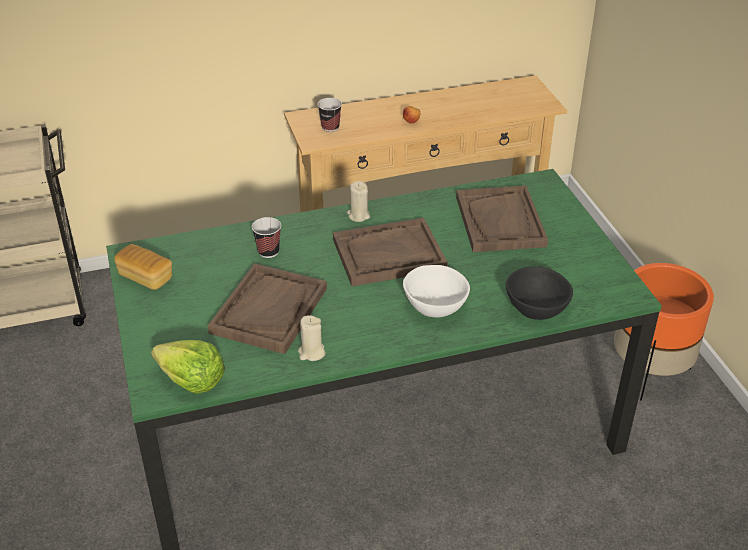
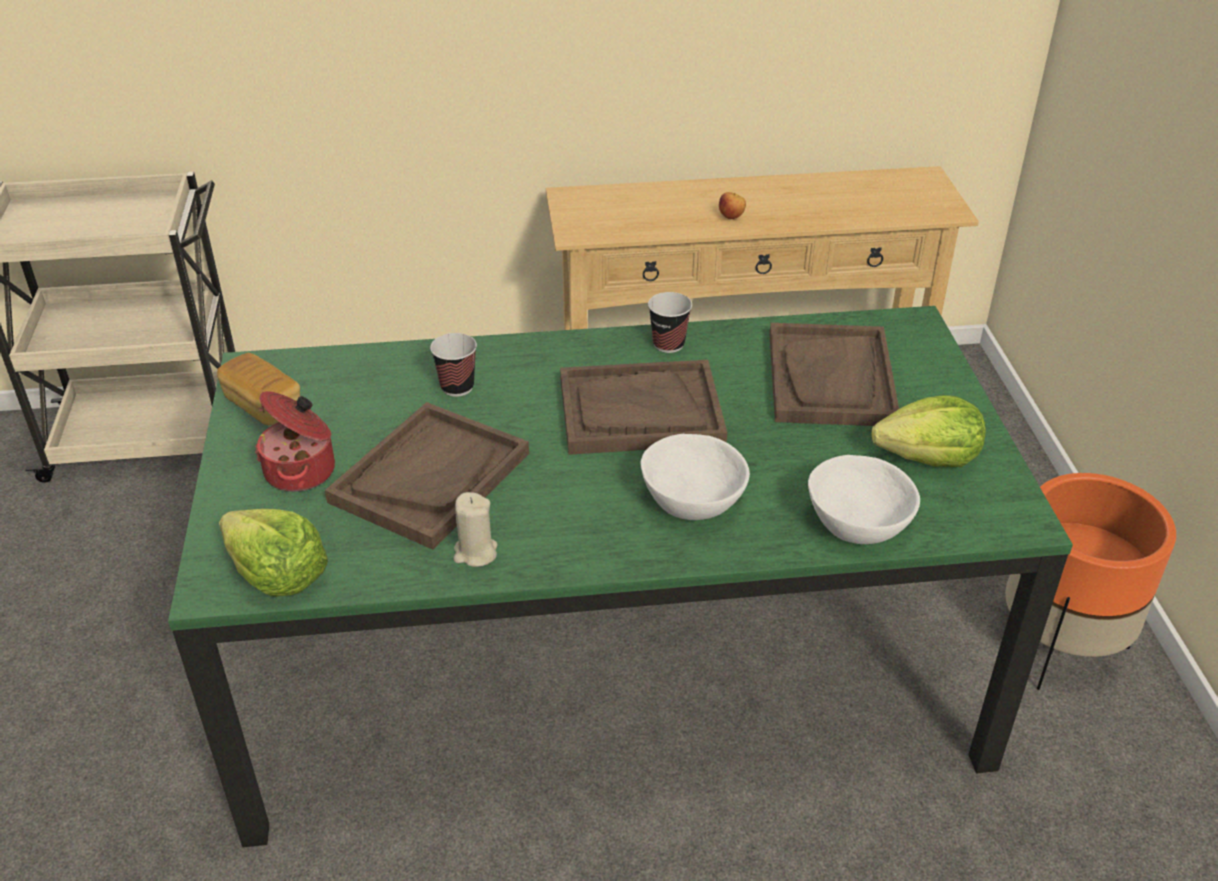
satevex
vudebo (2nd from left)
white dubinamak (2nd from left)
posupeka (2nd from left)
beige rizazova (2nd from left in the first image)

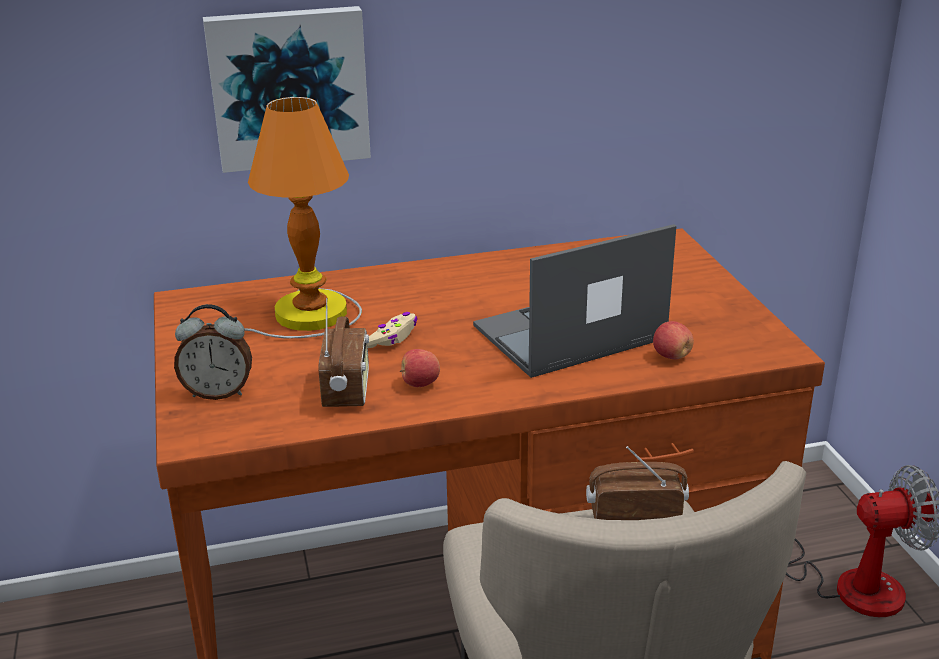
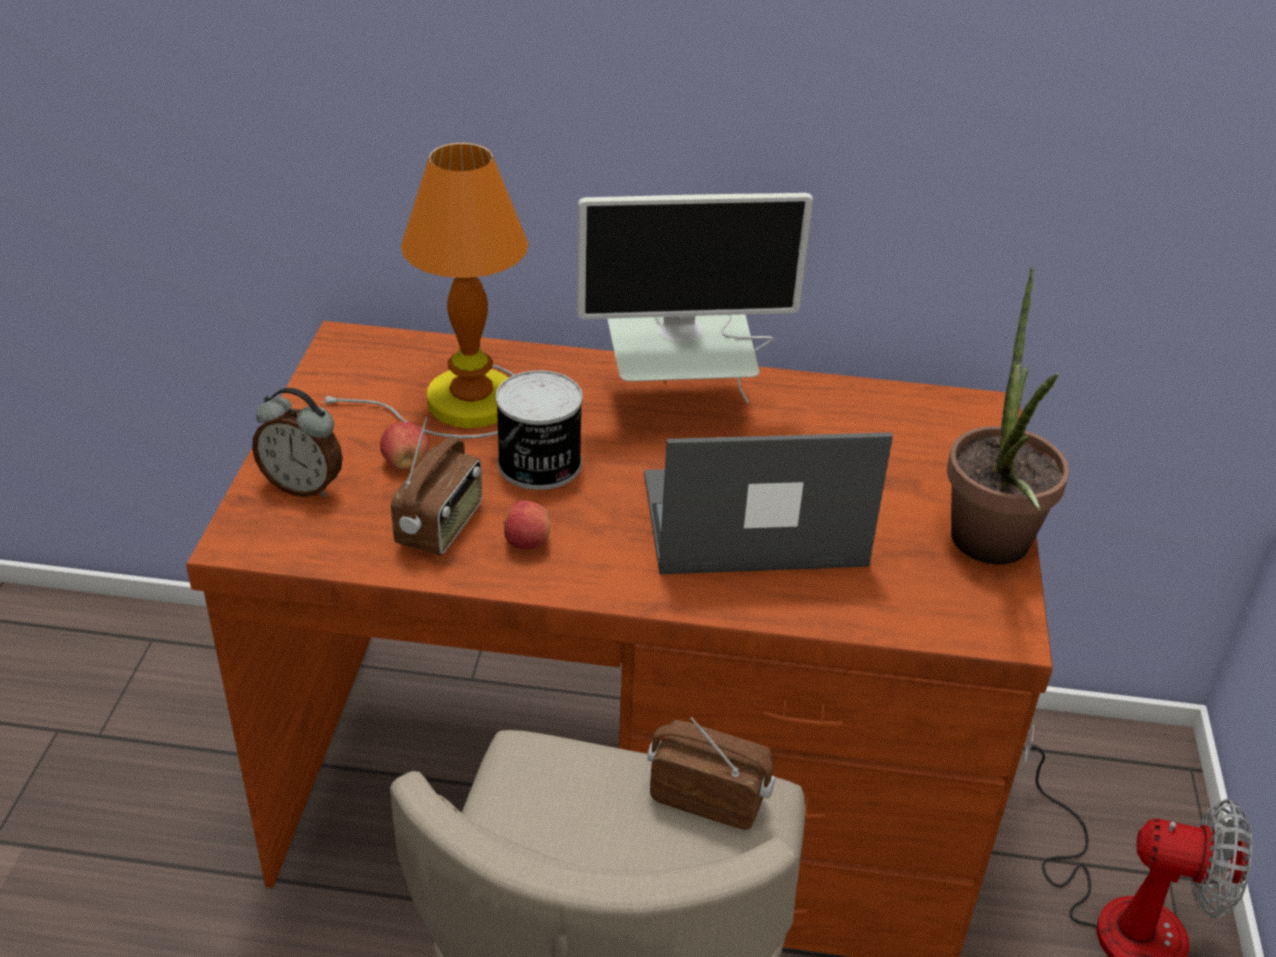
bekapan (1st from left)
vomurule
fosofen
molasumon
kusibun

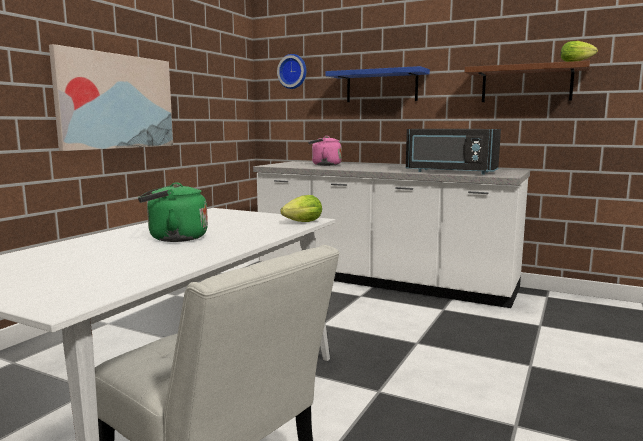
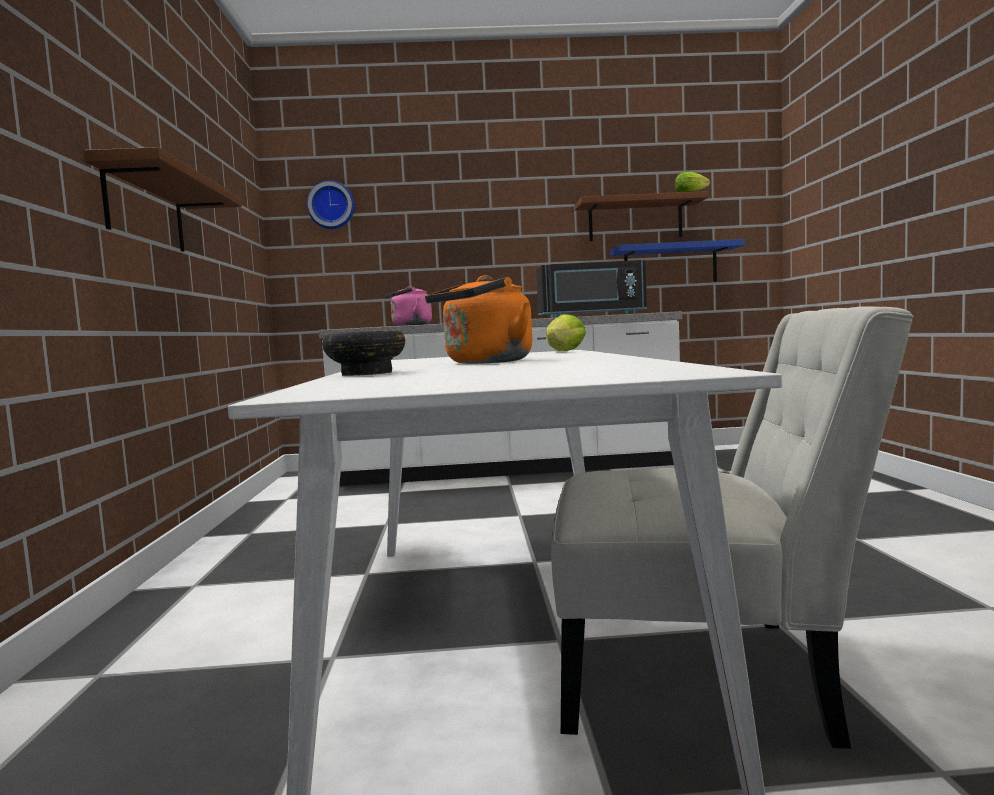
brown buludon (1st from left)
dubinamak
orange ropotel
blue buludon

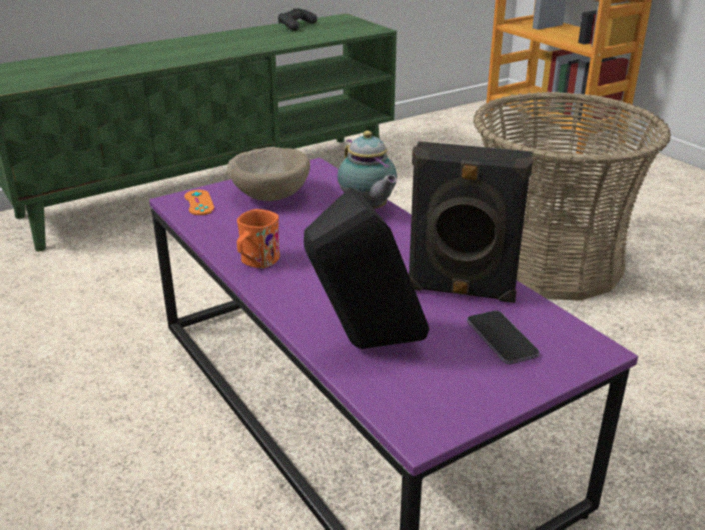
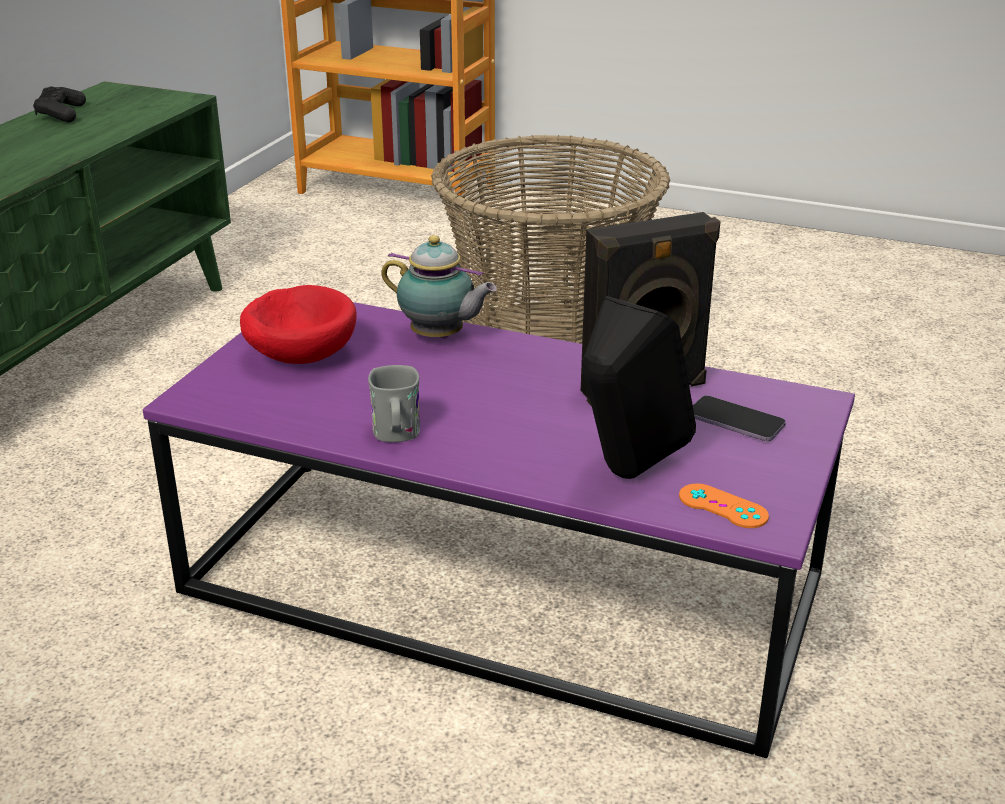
red dubinamak
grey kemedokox
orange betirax

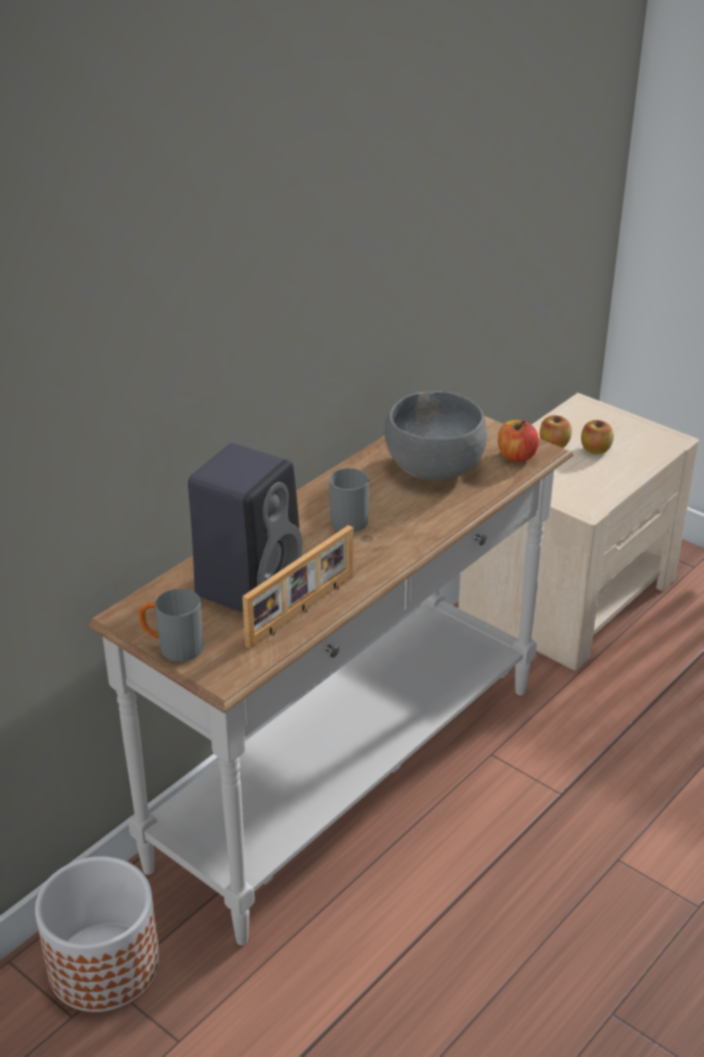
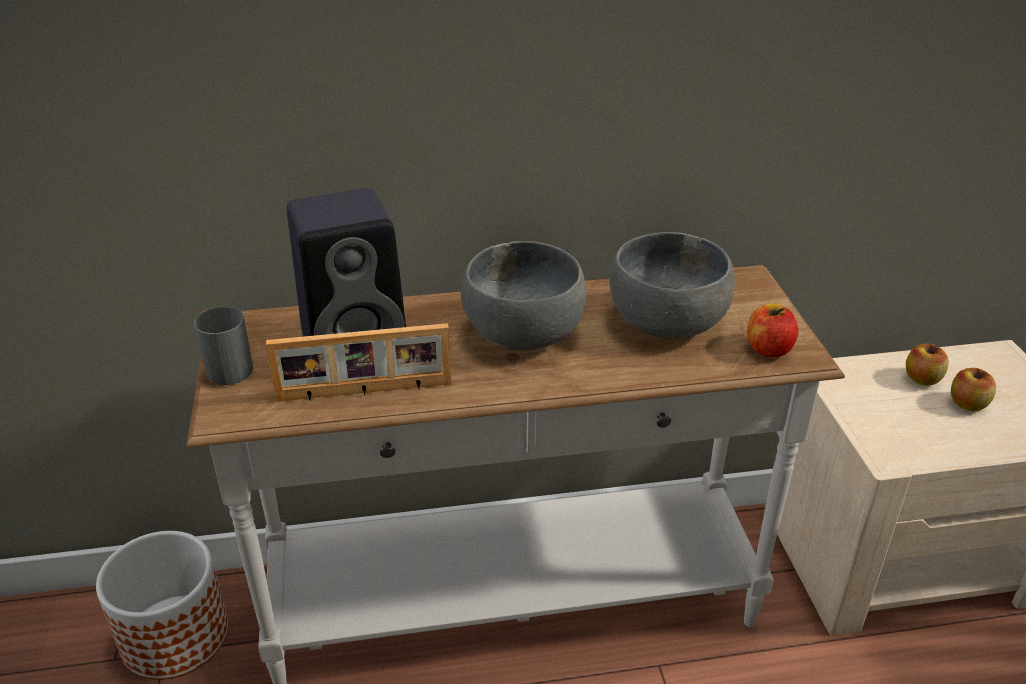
grey dubinamak (1st from left)

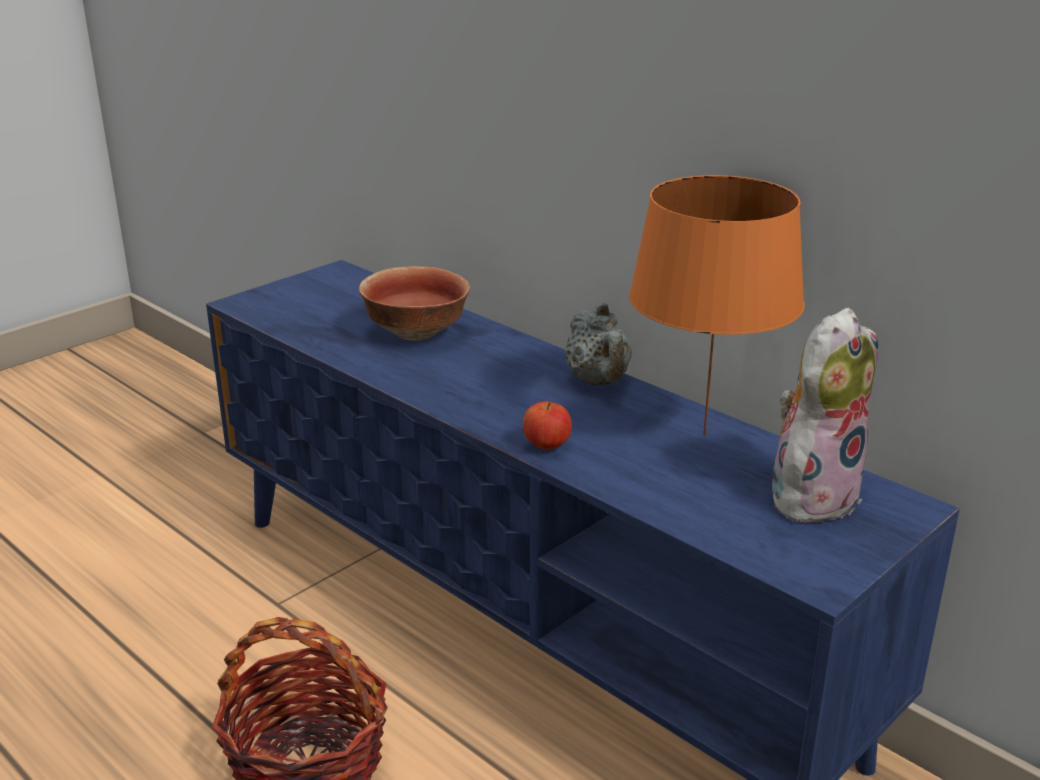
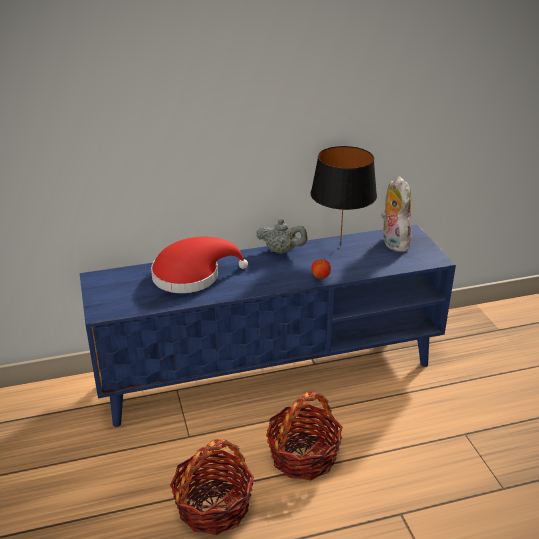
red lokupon
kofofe (1st from left)
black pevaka

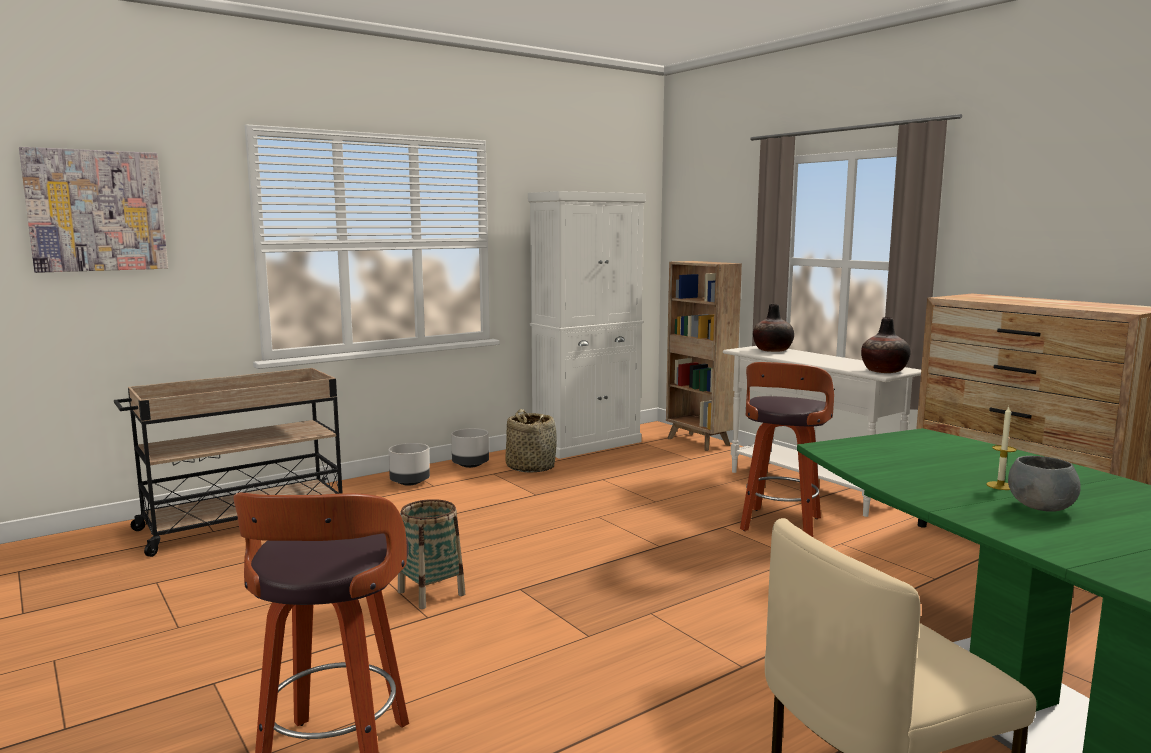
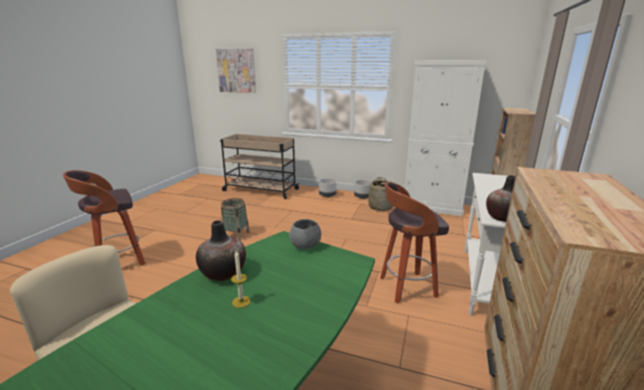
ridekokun (1st from left)
grey dubinamak

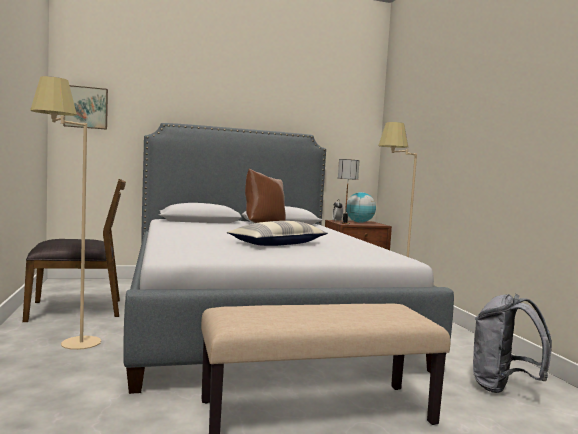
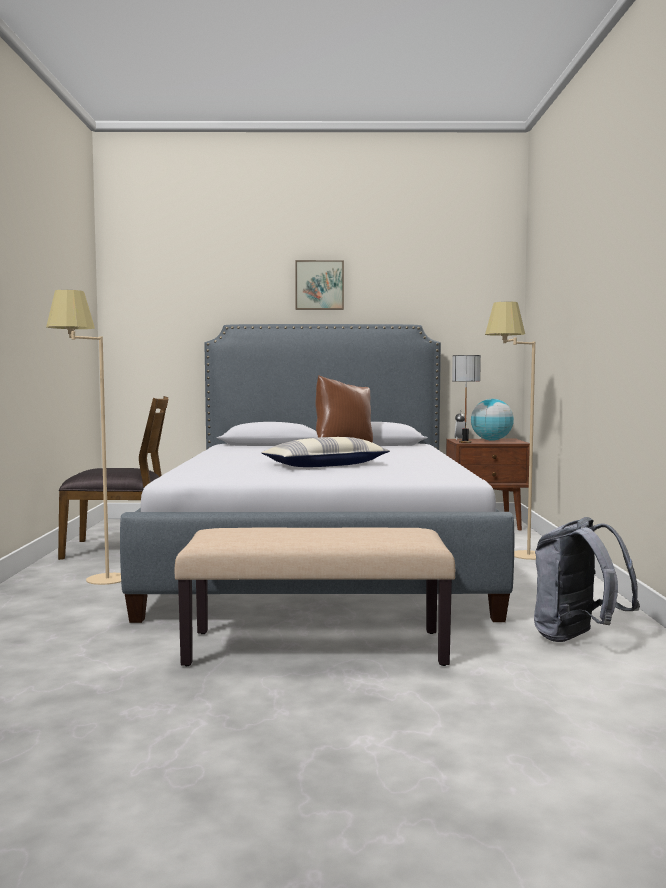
kusibun

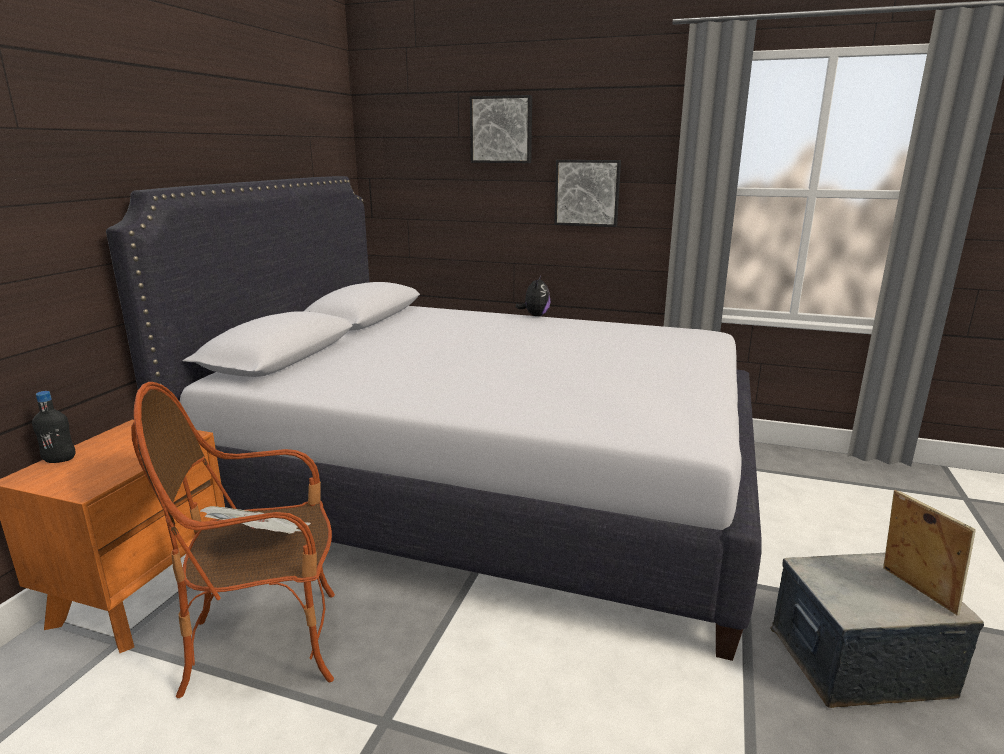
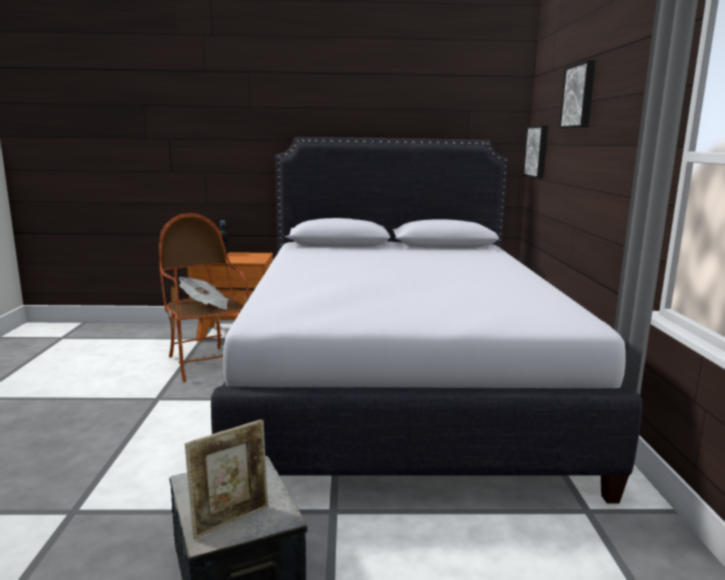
kusibun (1st from left)
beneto

